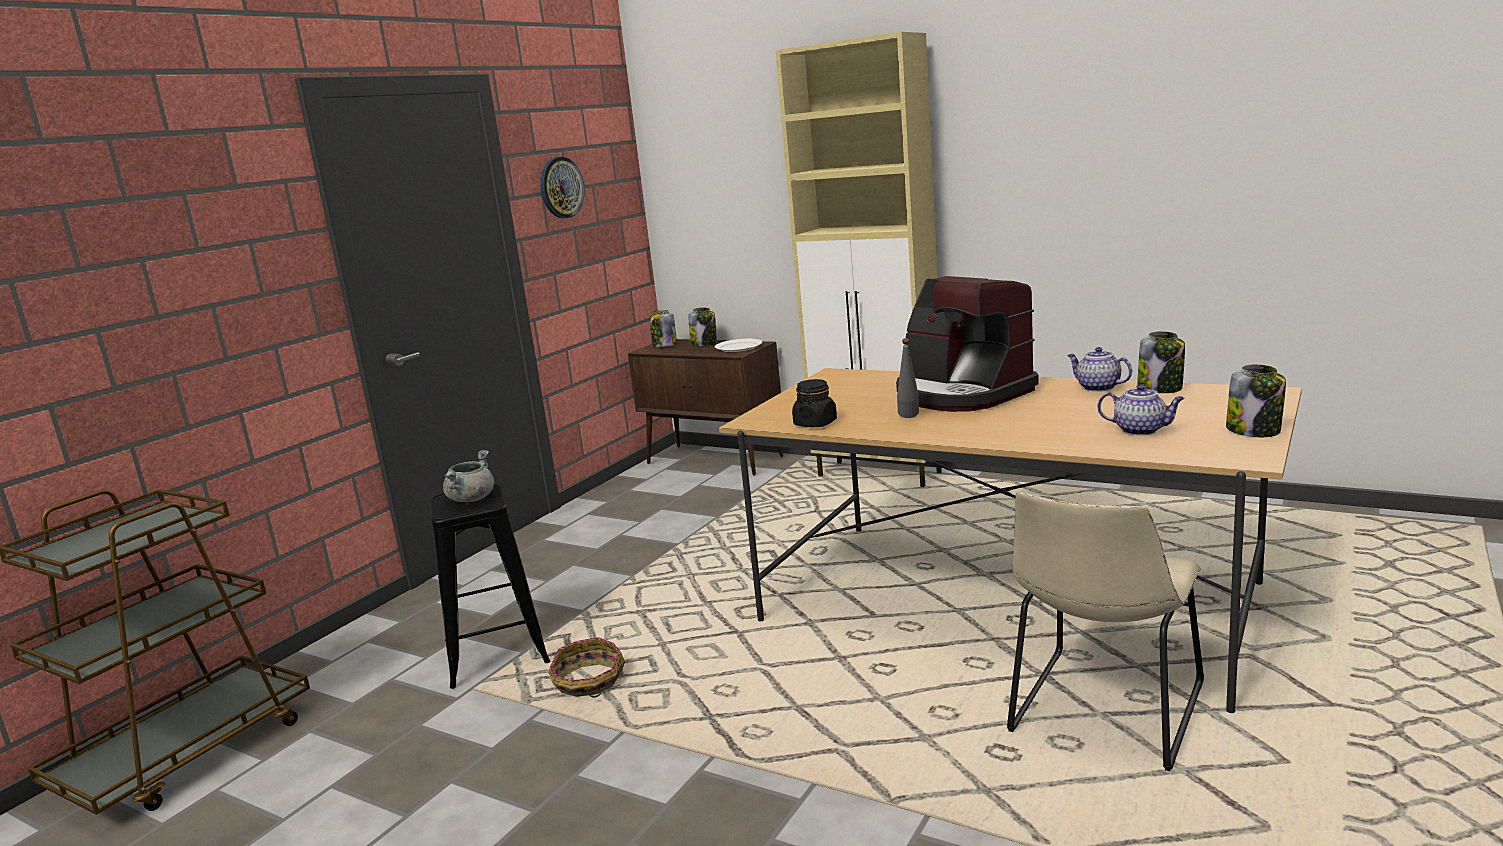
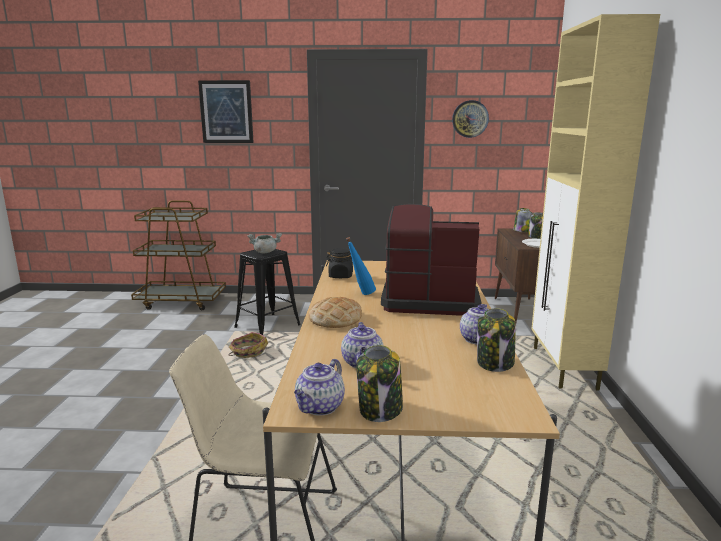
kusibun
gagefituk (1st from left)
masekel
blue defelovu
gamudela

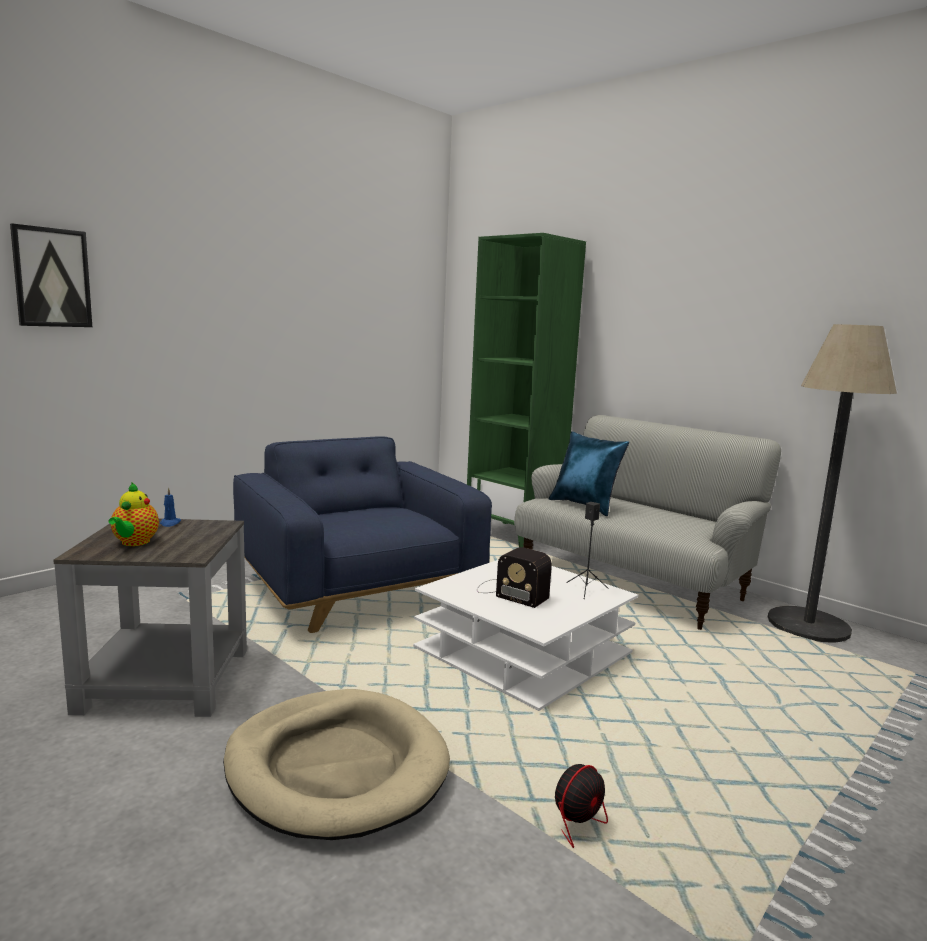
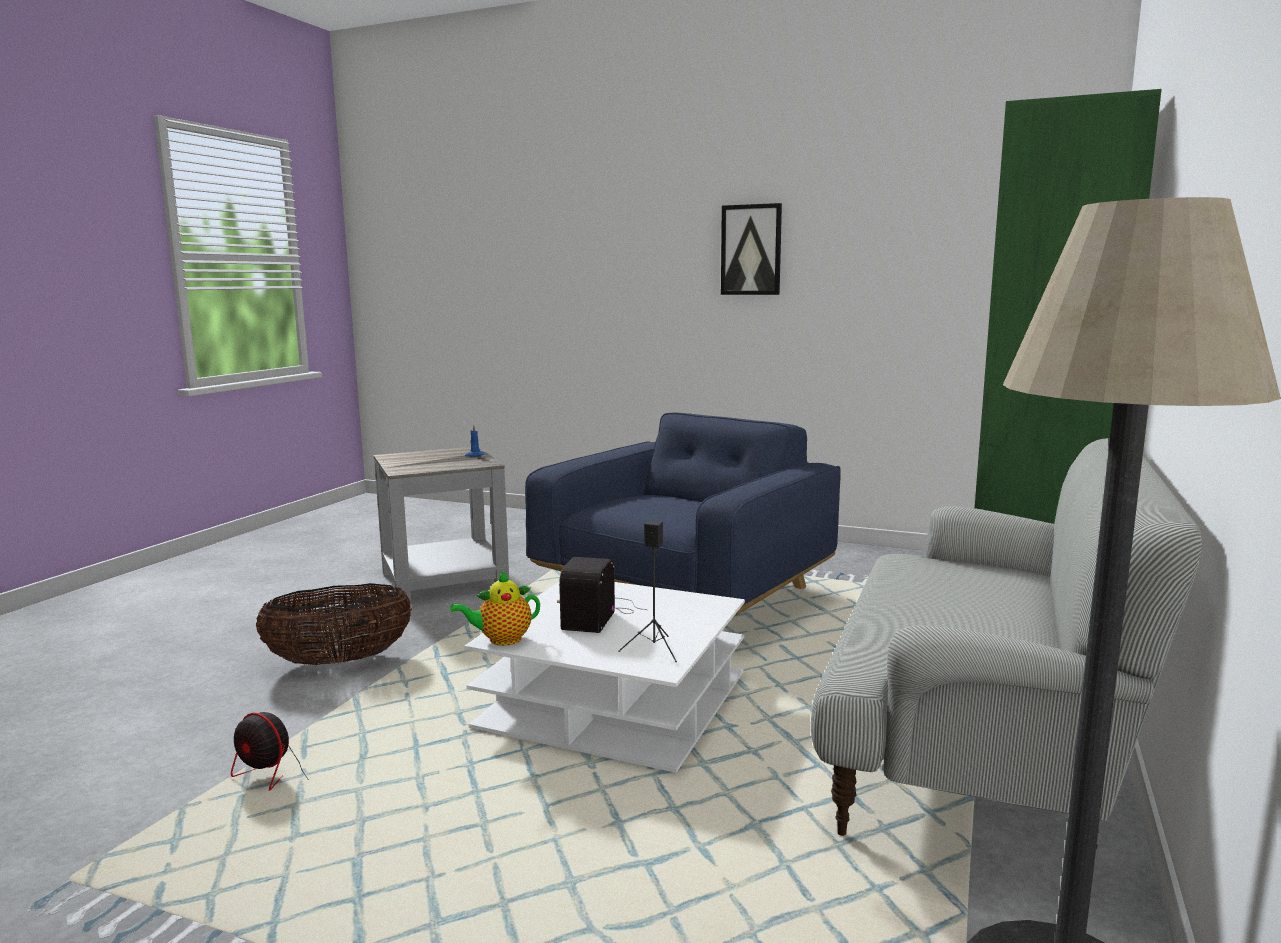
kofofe
gagefituk
kusibun
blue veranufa

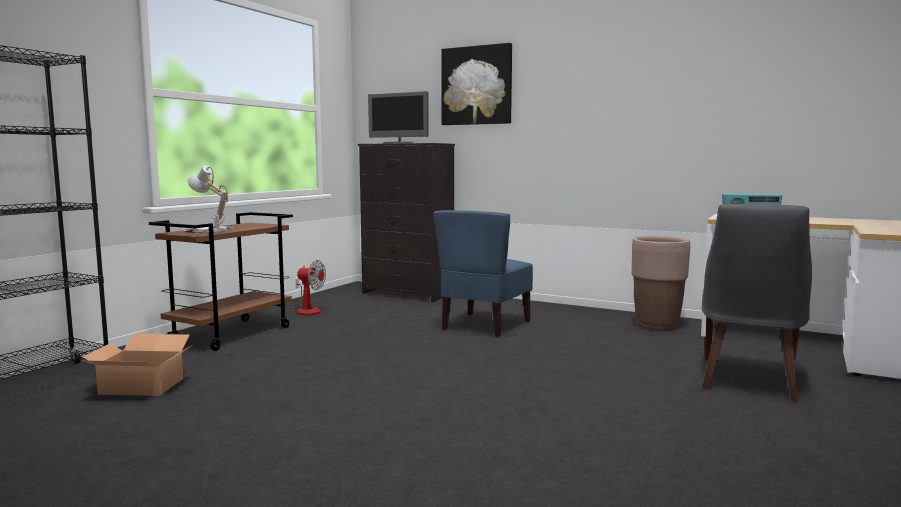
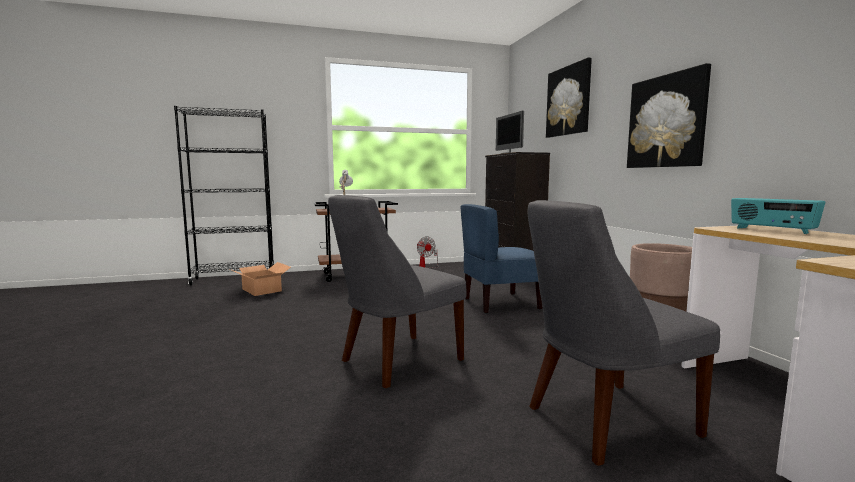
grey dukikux (1st from left)
kusibun (2nd from left)

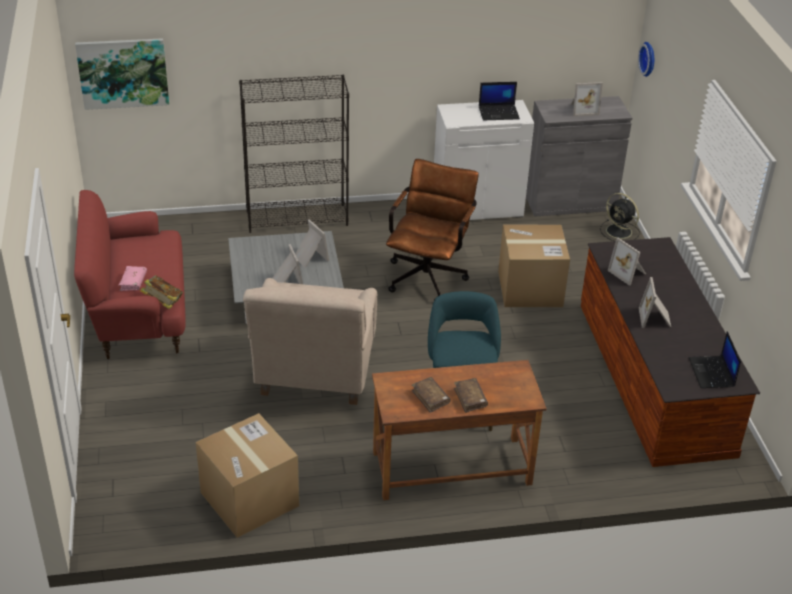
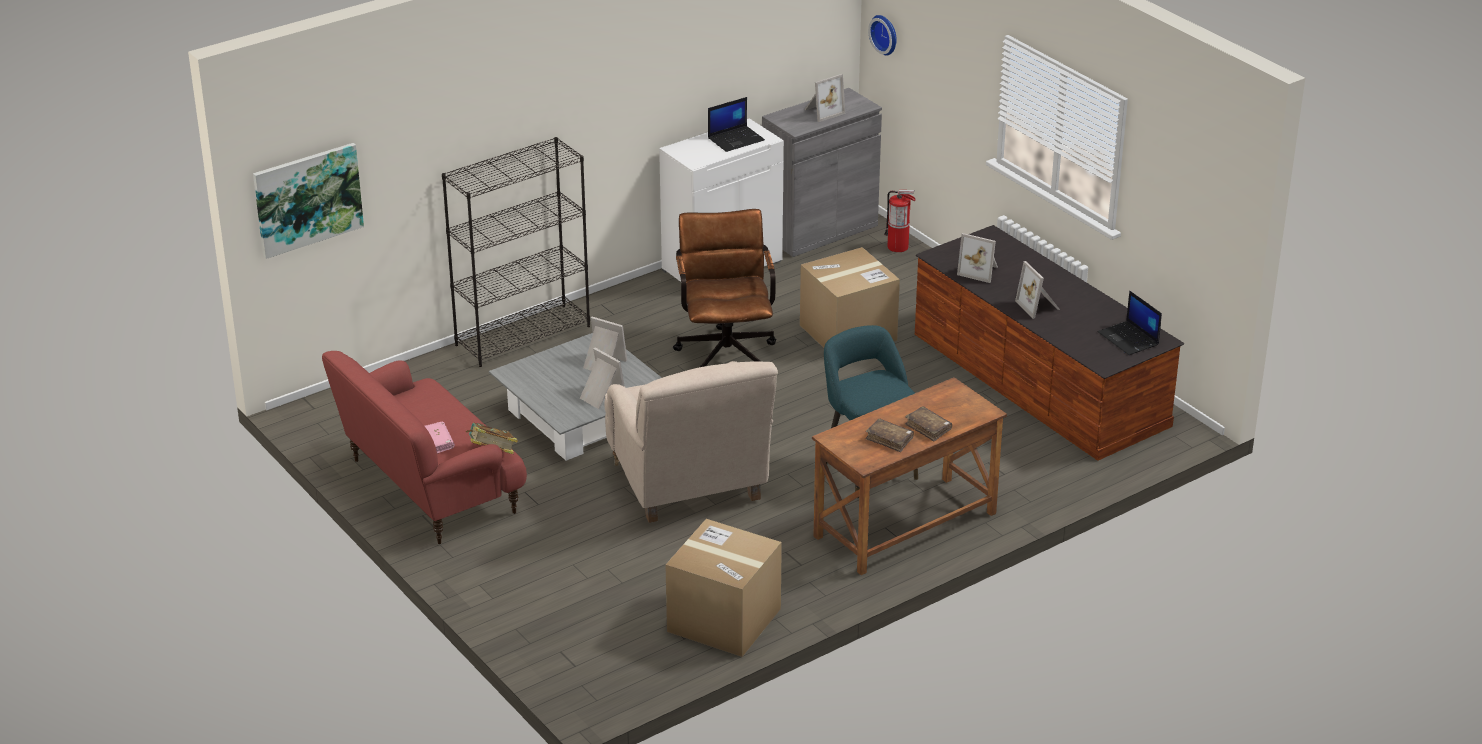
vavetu

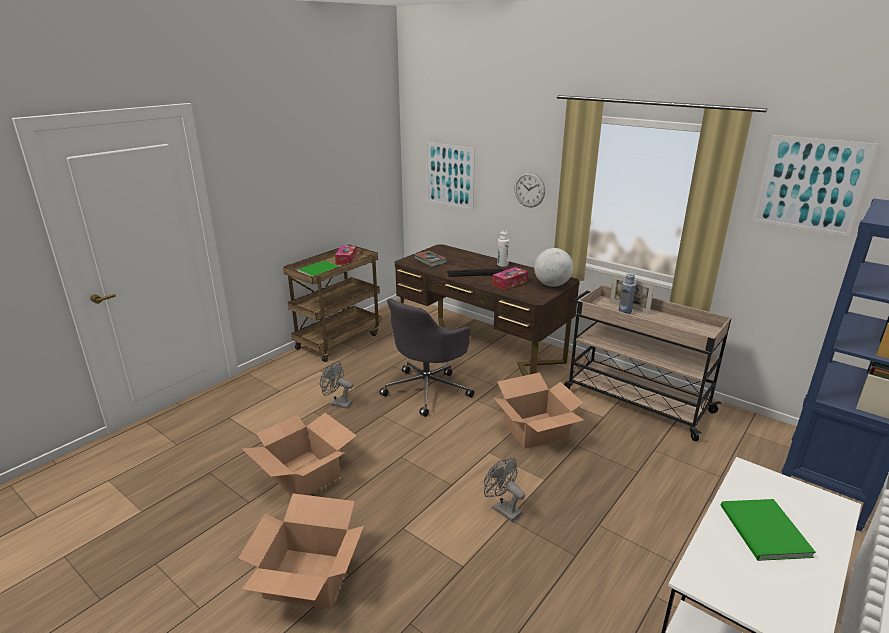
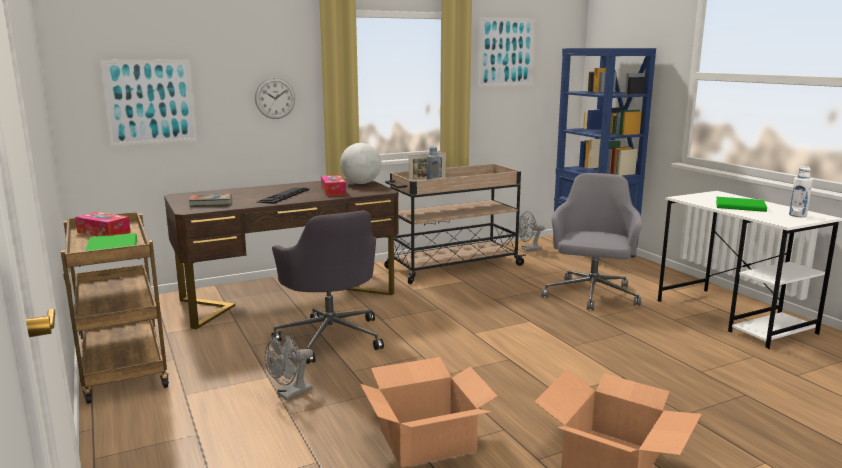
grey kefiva (2nd from left)
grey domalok (2nd from left)
white defelovu
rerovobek (3rd from left in the first image)

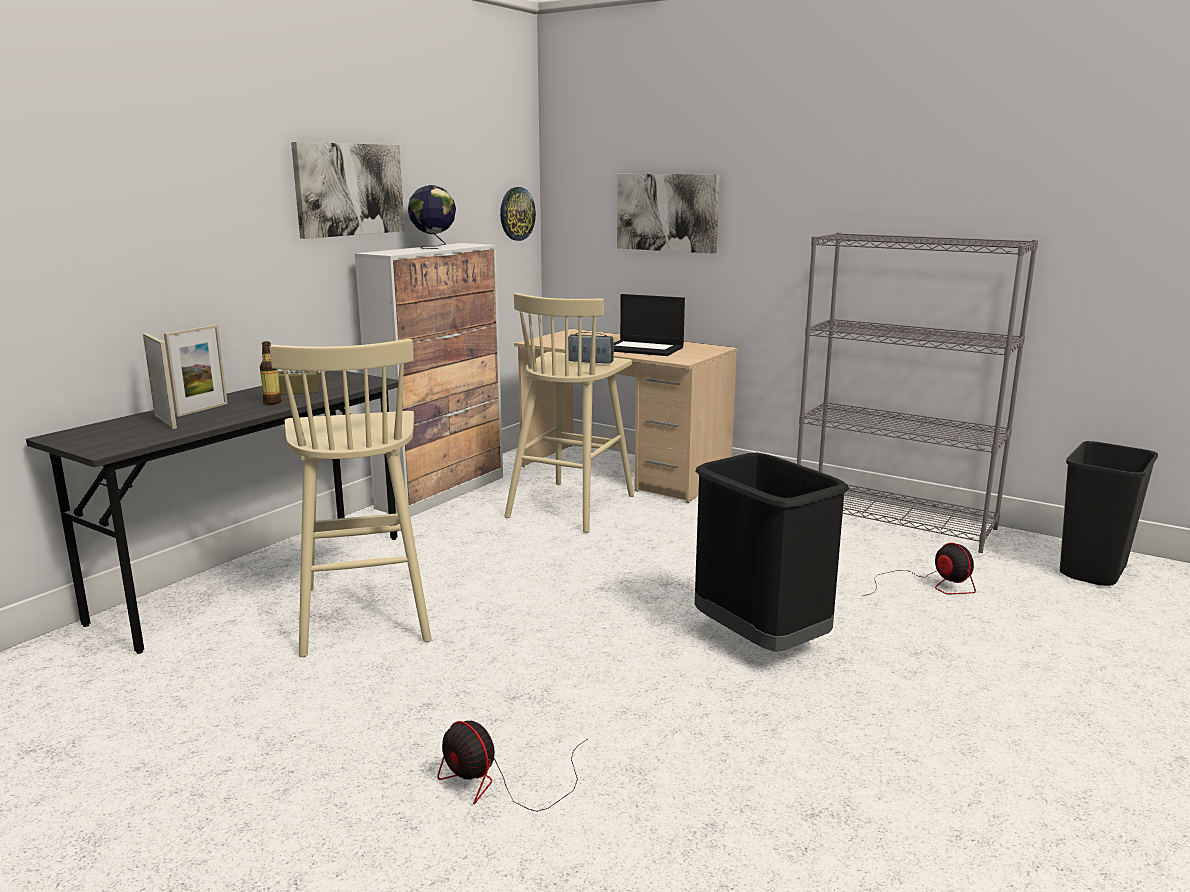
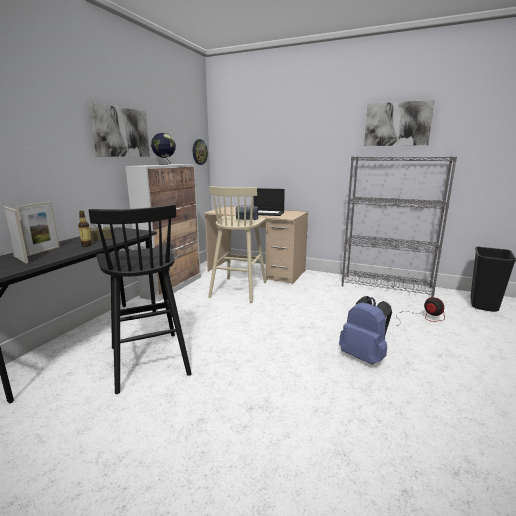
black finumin
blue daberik
kusibun (2nd from left)
kefiva (1st from left in the first image)

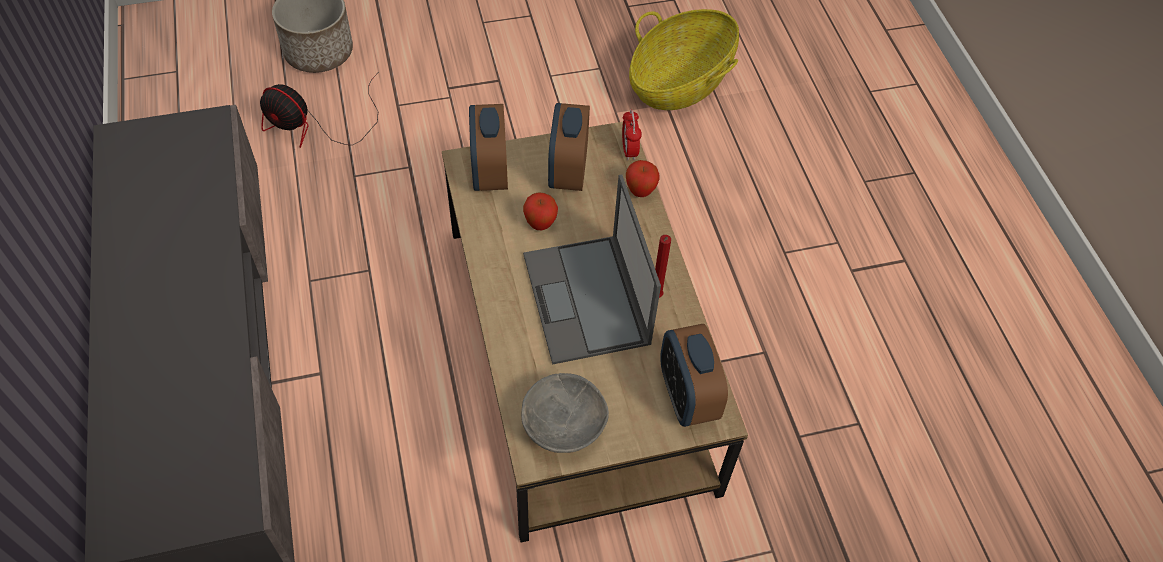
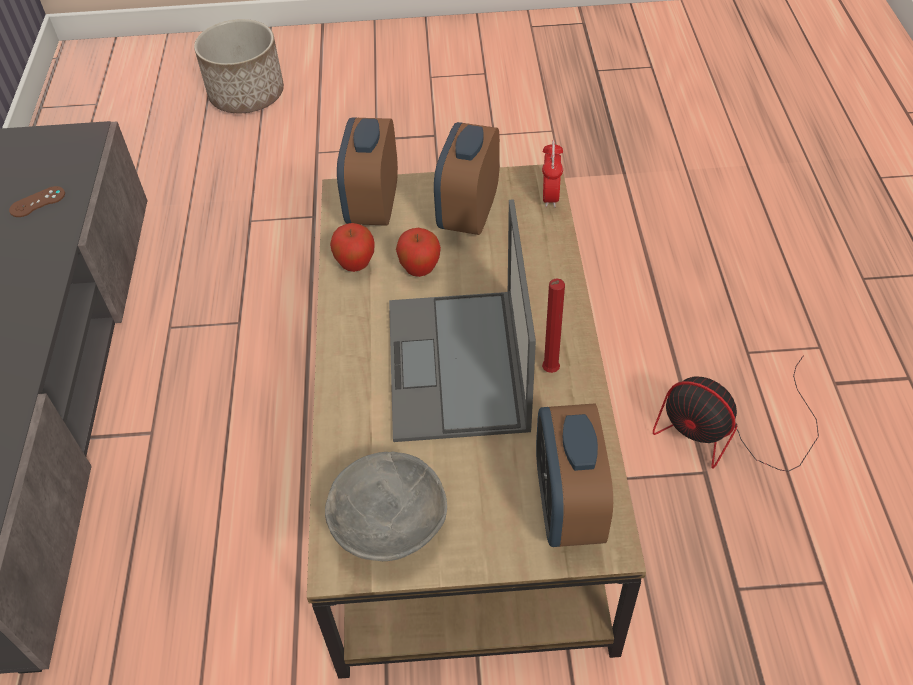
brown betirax
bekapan (1st from left)
kefiva
kofofe

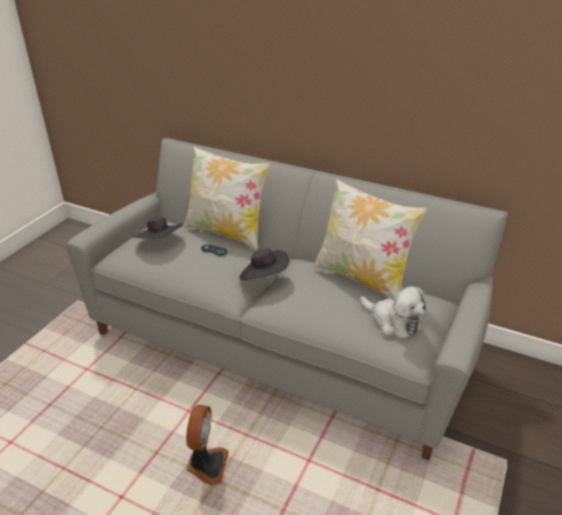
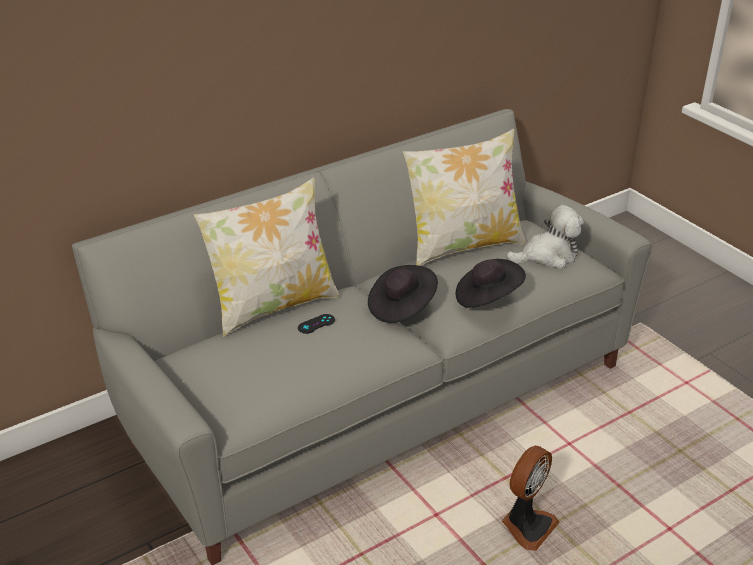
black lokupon (2nd from left)
kefiva

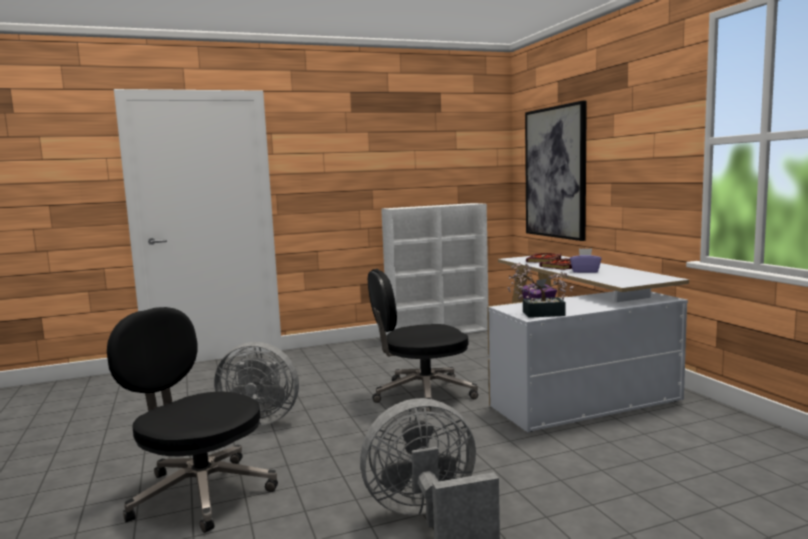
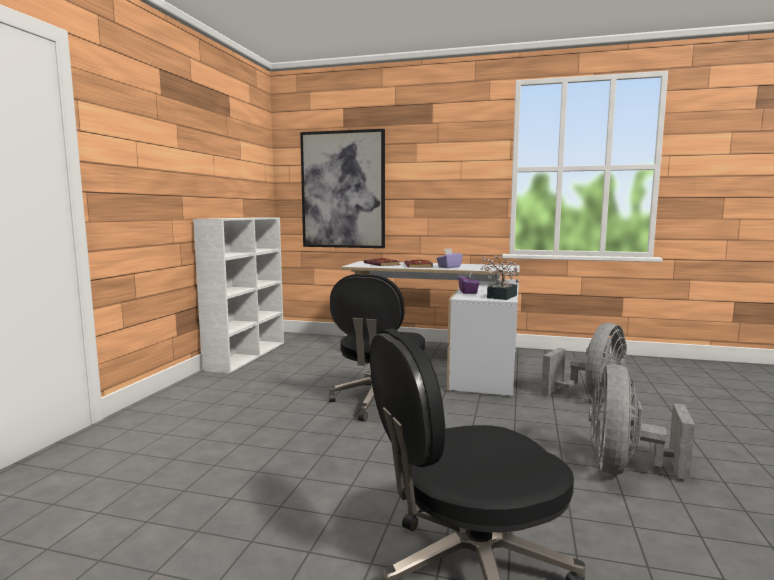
grey kefiva (1st from left)

